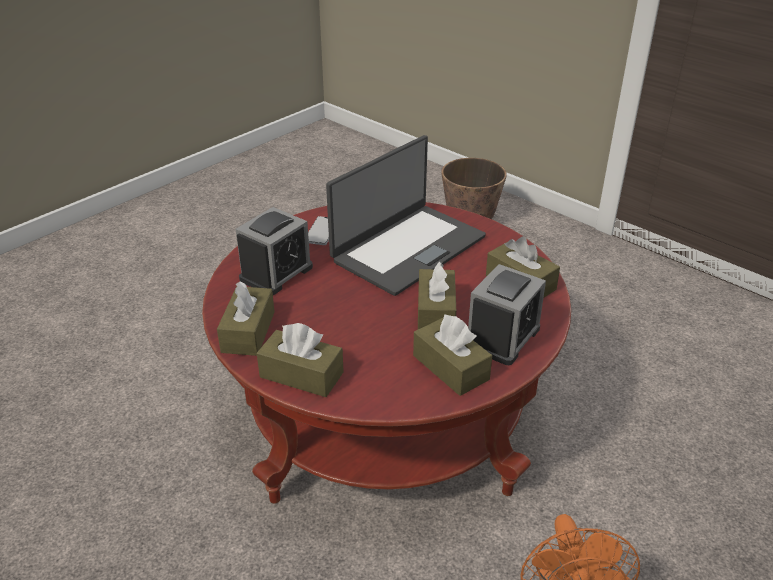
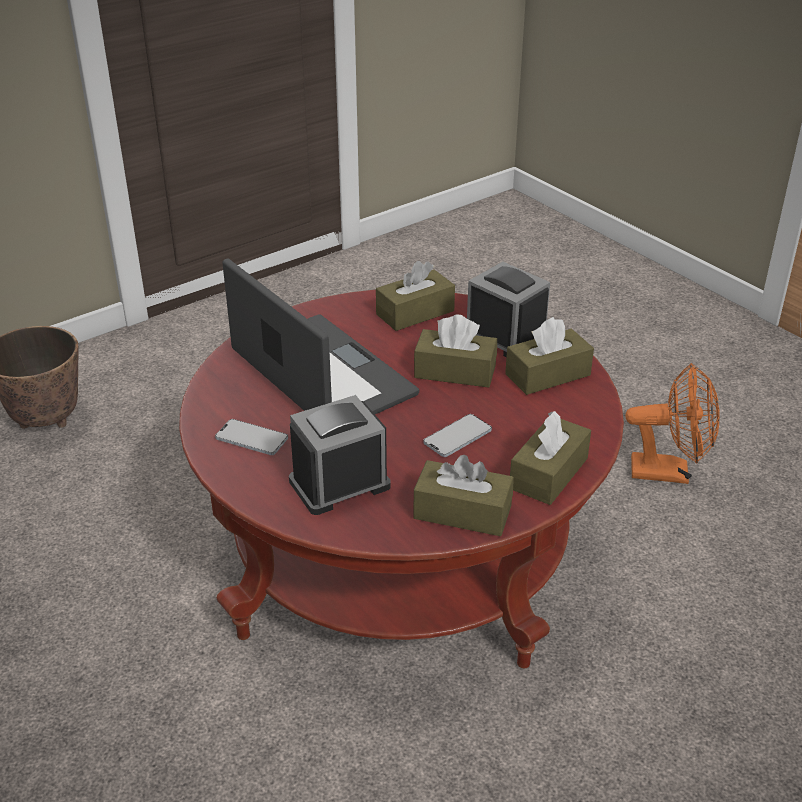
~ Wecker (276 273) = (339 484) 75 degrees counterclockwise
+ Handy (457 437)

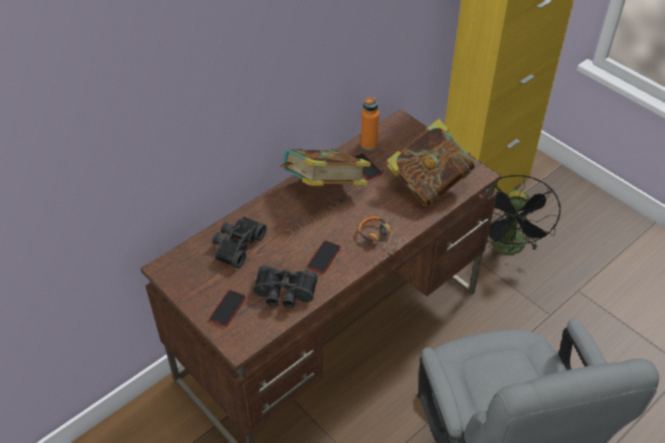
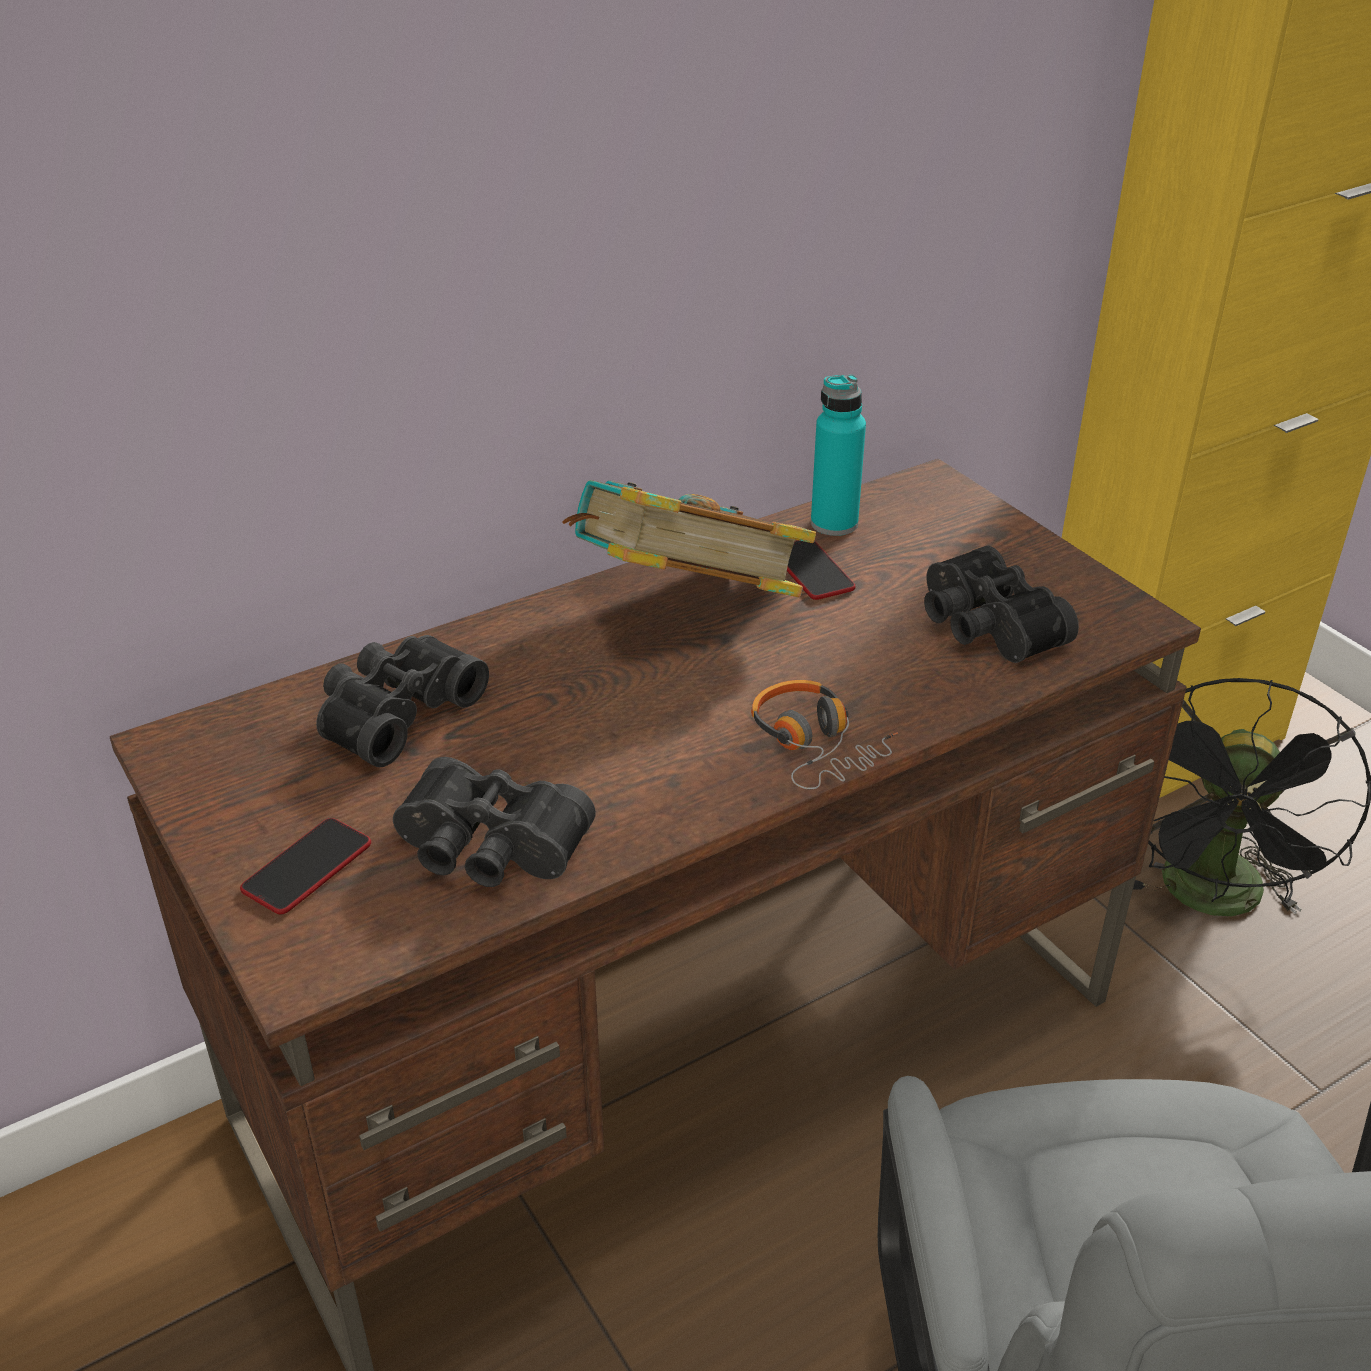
~ Flasche [orange] (369 144) to Flasche [türkis] (834 523)
~ Buch (428 184) to Fernglas [schwarz] (984 626)
- Handy (324 257)

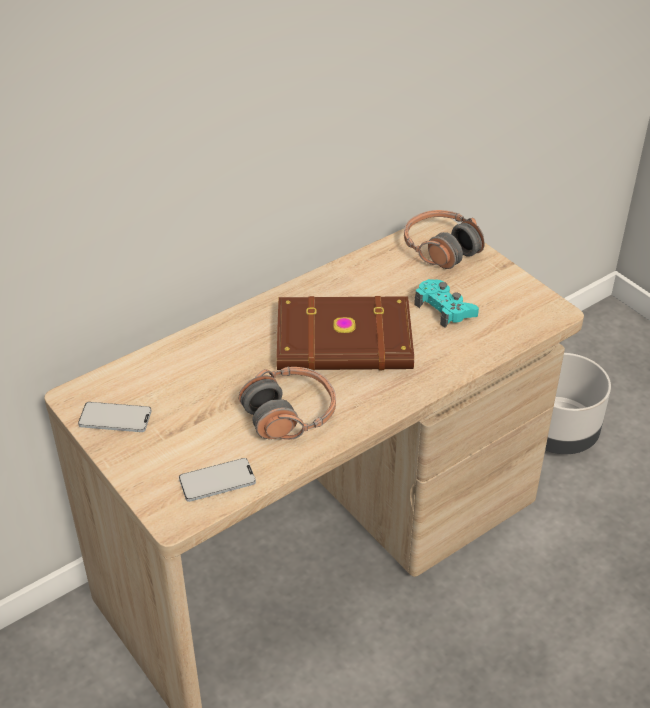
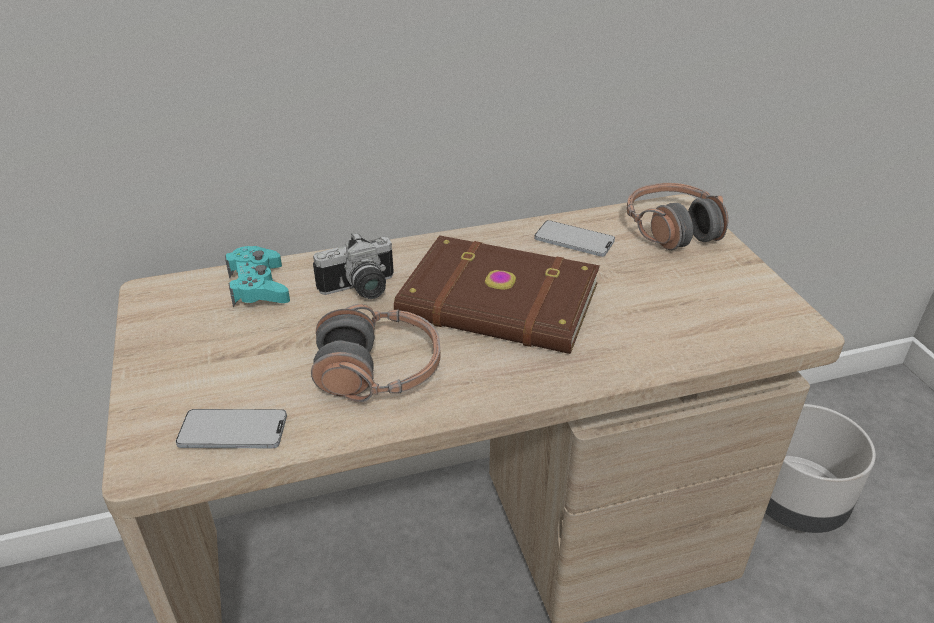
~ Gamepad [türkis] (445 309) to (258 286)
~ Handy (115 418) to (574 240)
+ Kamera (361 290)

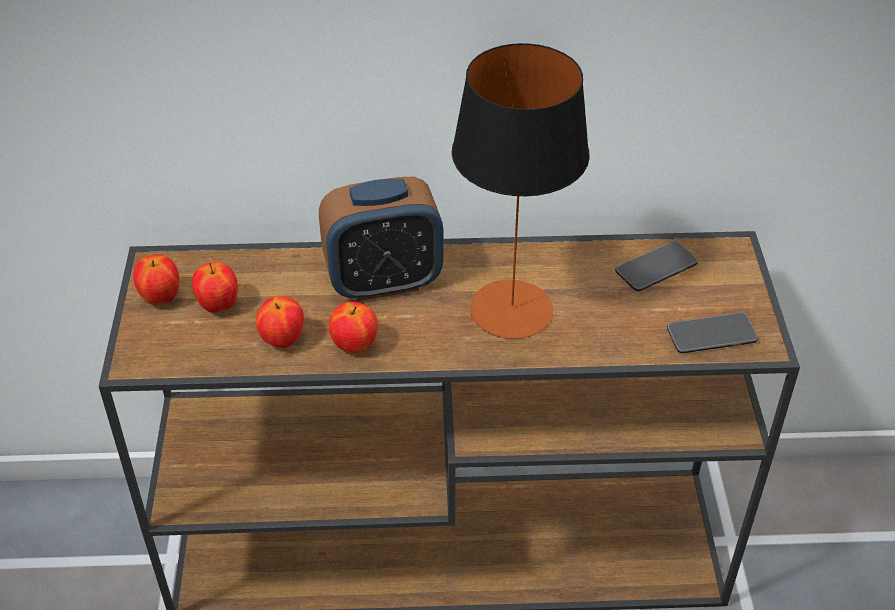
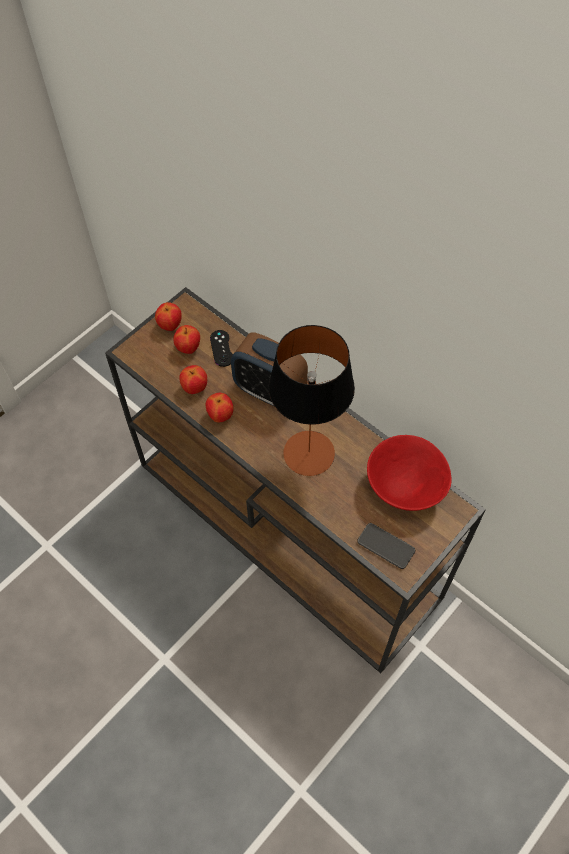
~ Handy (656 267) to Schüssel [rot] (405 487)
+ Gamepad [schwarz] (221 348)

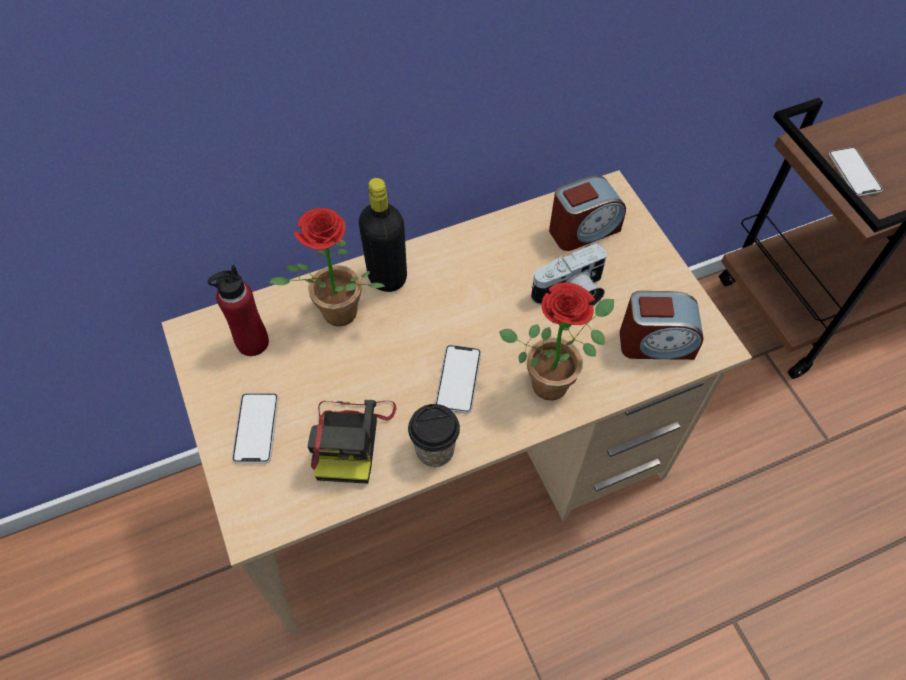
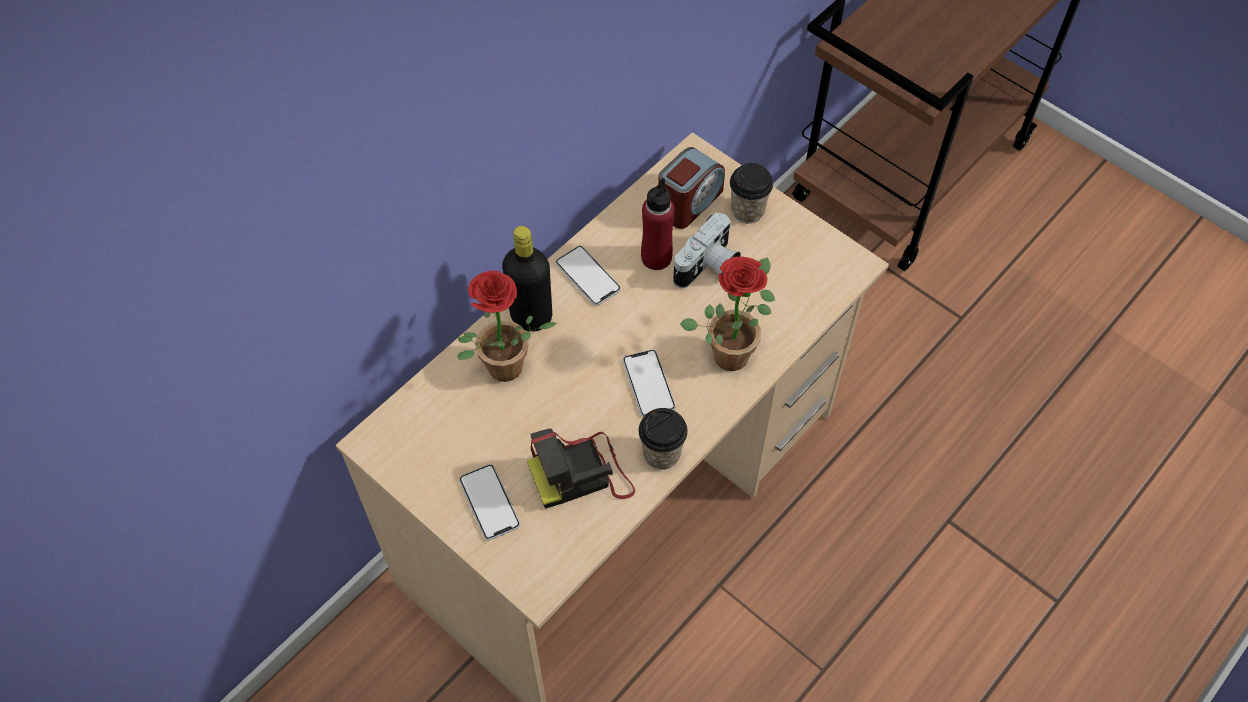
~ Handy (854 172) to (588 276)
~ Flasche [rot] (252 342) to (656 257)
- Wecker (656 343)
~ Kamera (351 438) = (581 474) 90 degrees clockwise
+ Tasse (747 211)

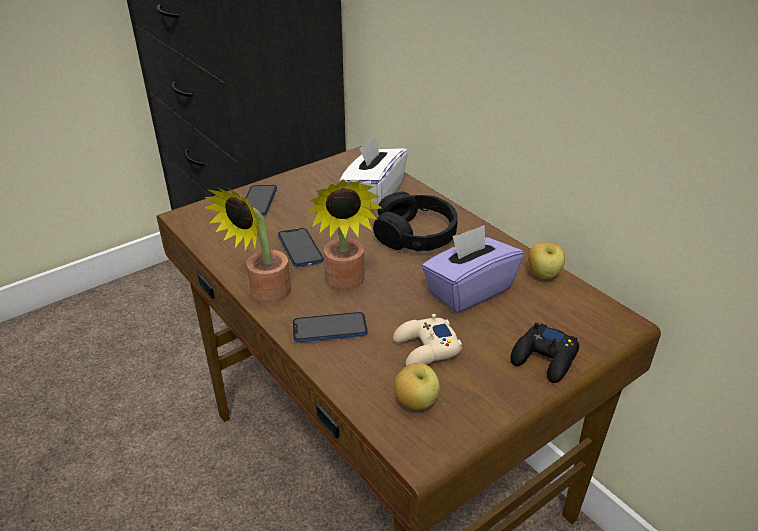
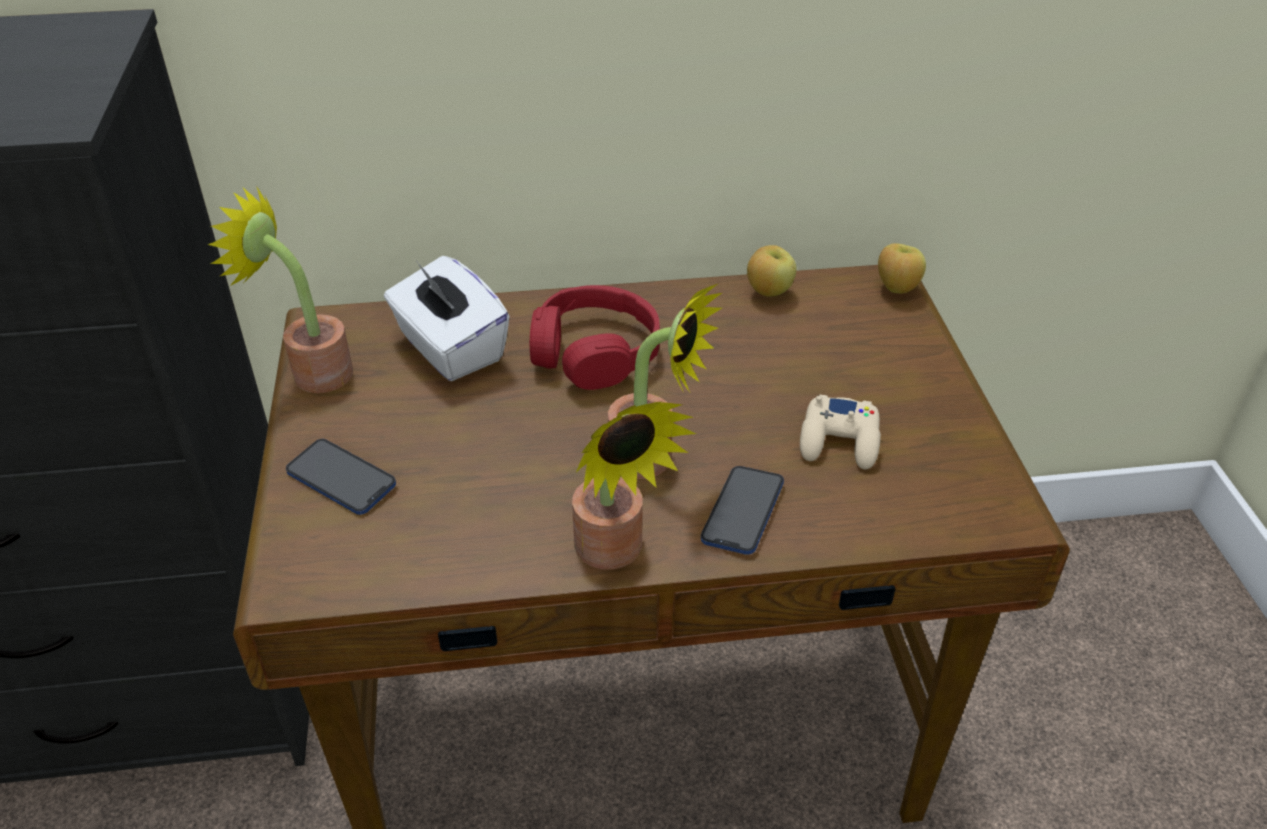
~ Kopfhörer [schwarz] (415 234) to Kopfhörer [rot] (594 353)
- Taschentuchbox [lila] (468 290)
- Handy (300 249)
- Gamepad [schwarz] (544 359)
~ Apfel (416 402) to (896 289)
+ Topfpflanze (312 371)

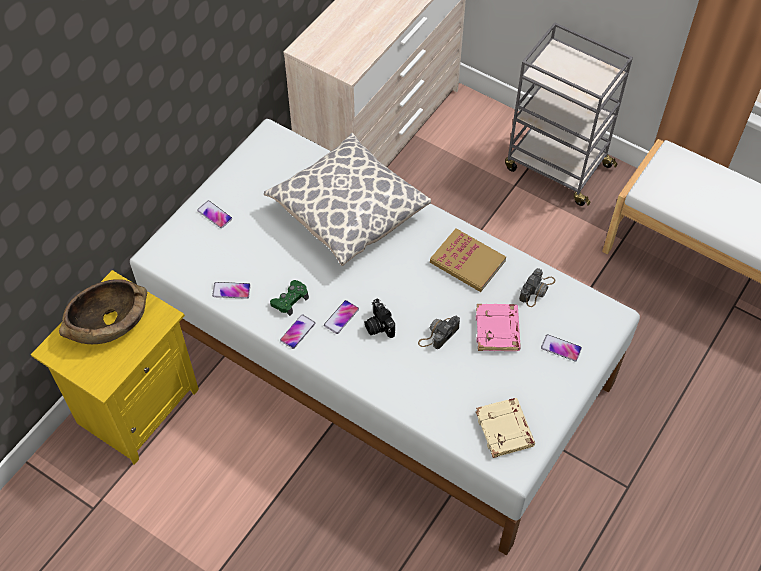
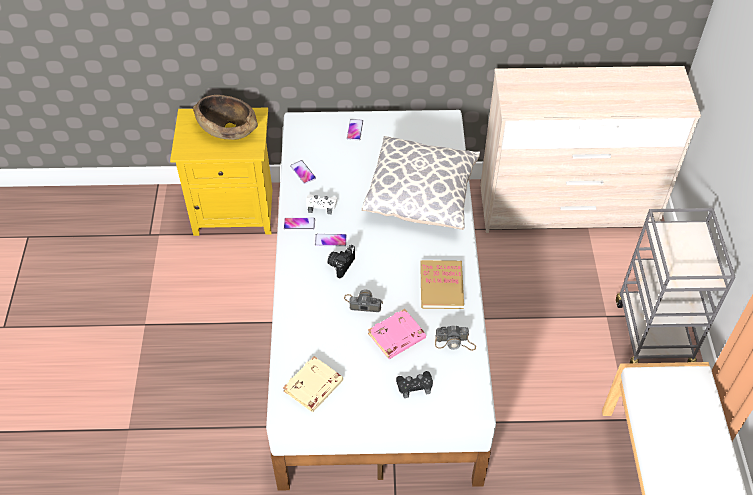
~ Gamepad [grün] (290 300) to Gamepad [weiß] (321 206)
~ Handy (561 348) to Gamepad [schwarz] (414 386)

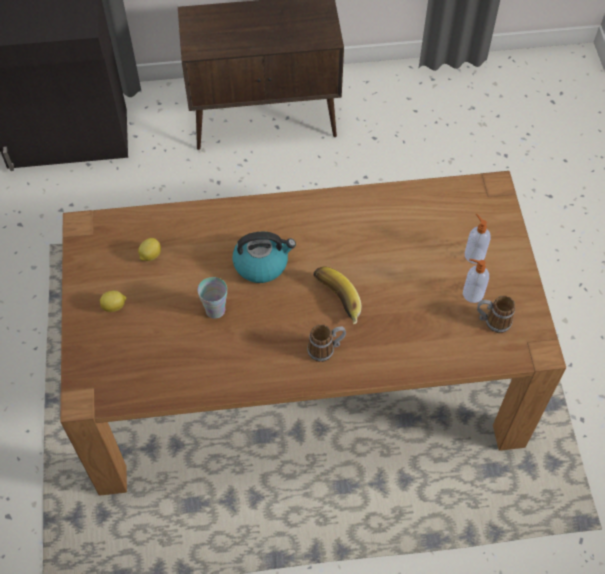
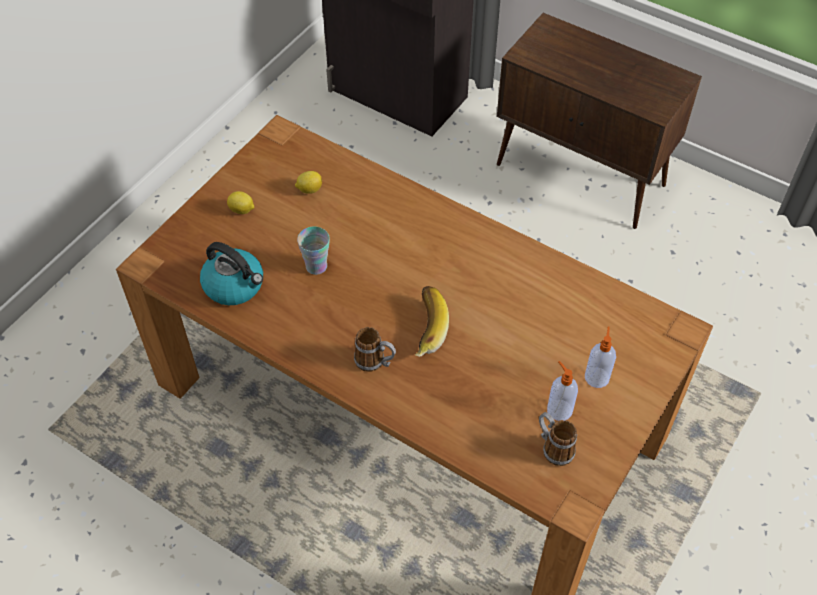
~ Wasserkessel (262 263) to (235 285)

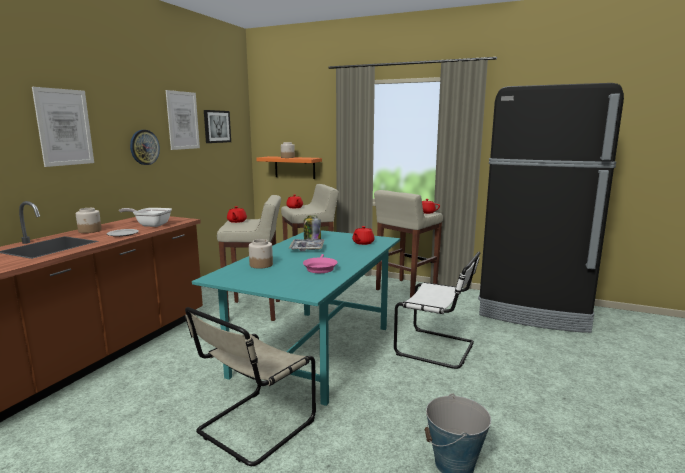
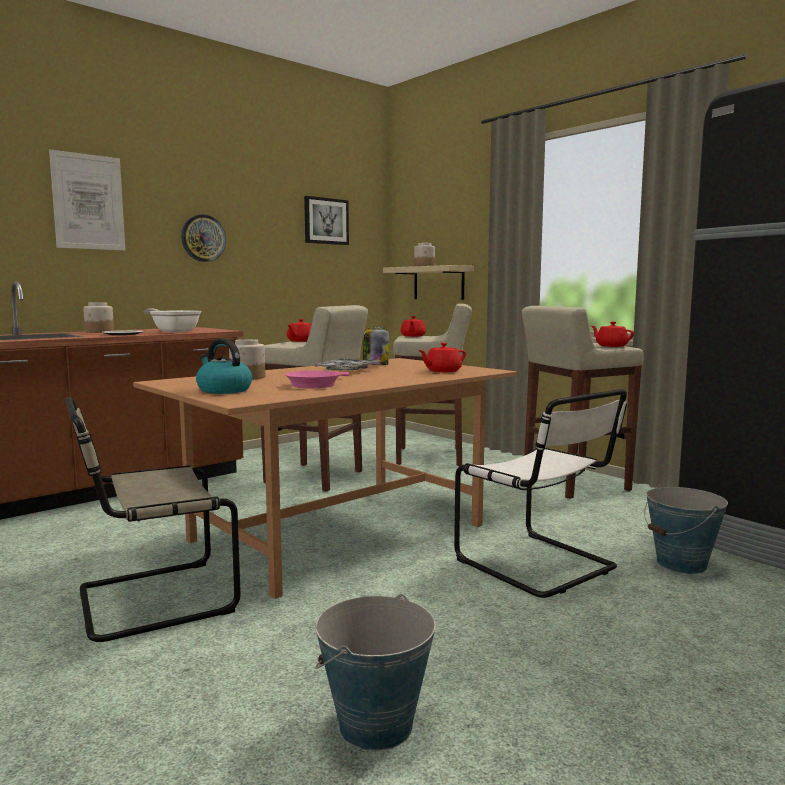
- Bild (183 120)
~ Wandregal [orange] (294 167) to Wandregal [beige] (438 283)
~ Esstisch [türkis] (314 351) to Esstisch [braun] (338 533)
+ Wasserkessel (223 390)
+ Eimer (681 564)

